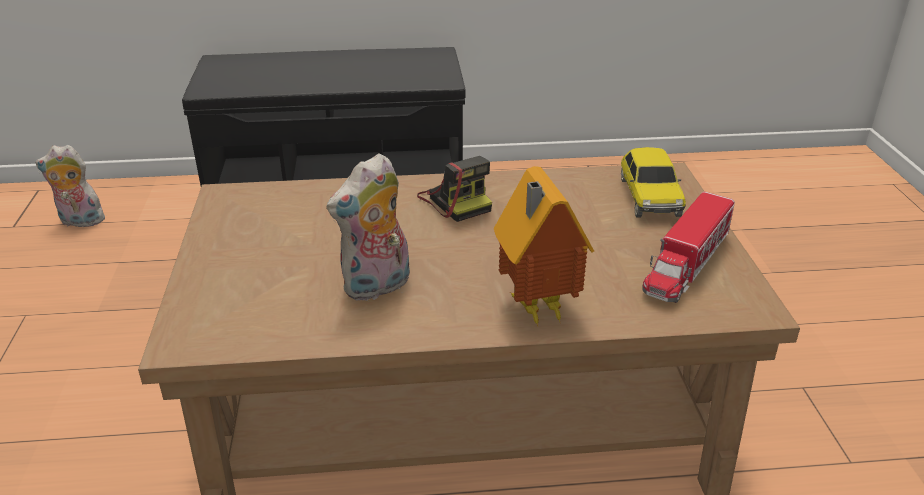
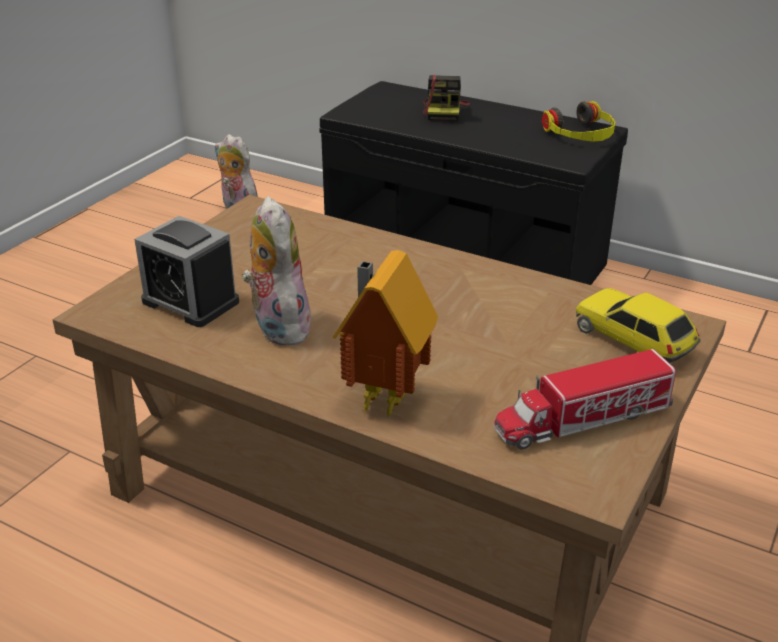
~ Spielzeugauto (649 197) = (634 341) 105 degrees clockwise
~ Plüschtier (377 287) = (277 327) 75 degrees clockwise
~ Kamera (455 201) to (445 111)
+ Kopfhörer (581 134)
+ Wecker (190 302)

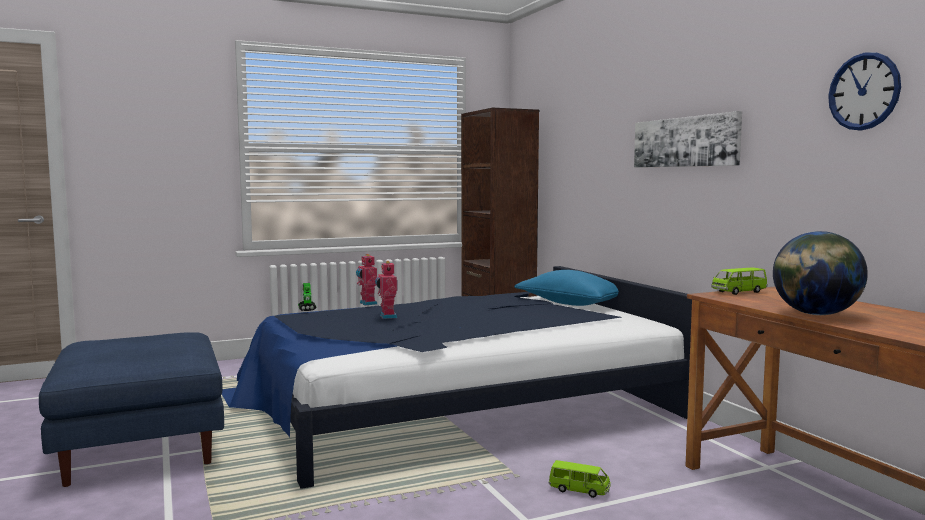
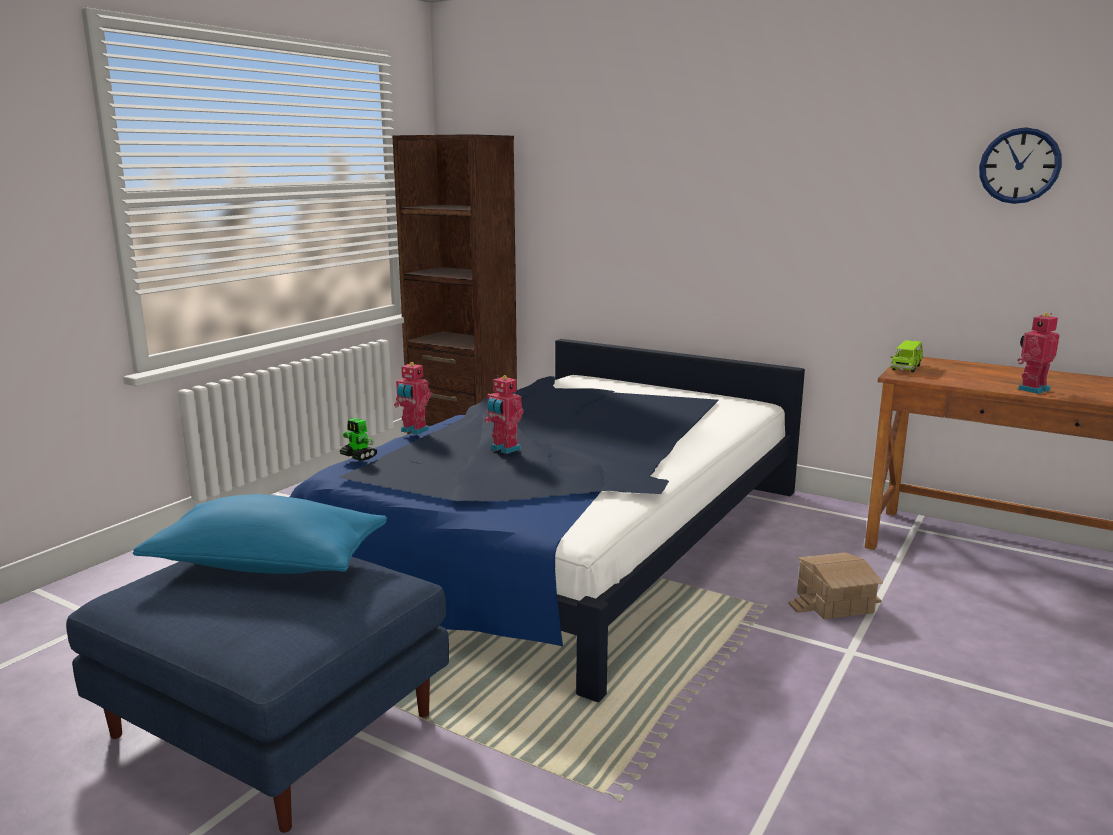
- Bild (685 142)
~ Globus (816 314) to Spielzeugroboter (1031 389)
~ Kissen [blau] (570 303) to (268 564)
~ Spielzeugauto [grün] (579 490) to Spielzeughaus (834 602)

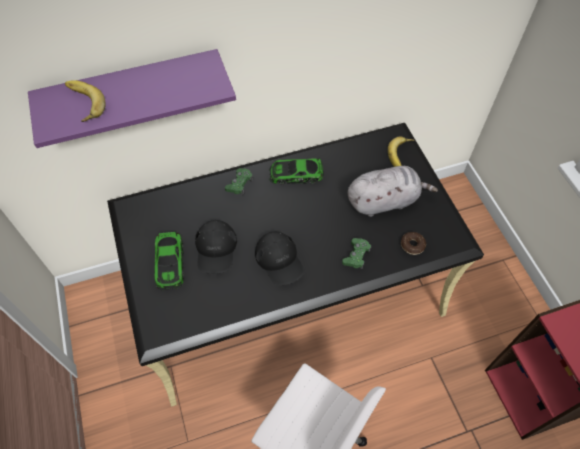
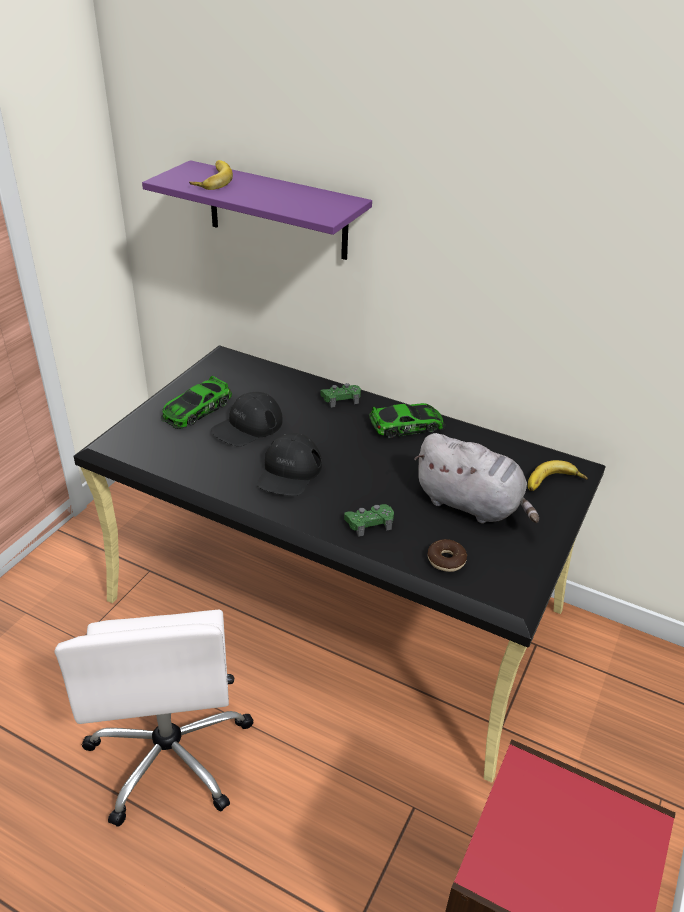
~ Spielzeugauto (295 174) = (407 425) 120 degrees clockwise

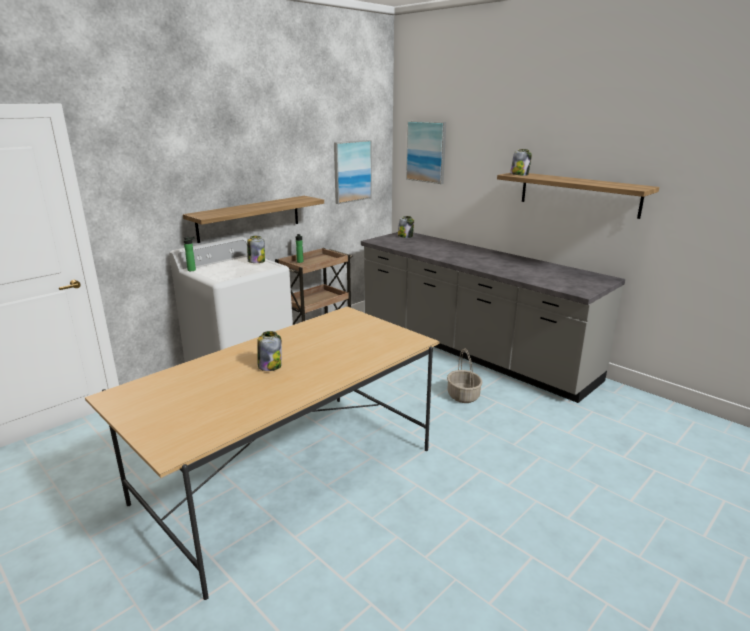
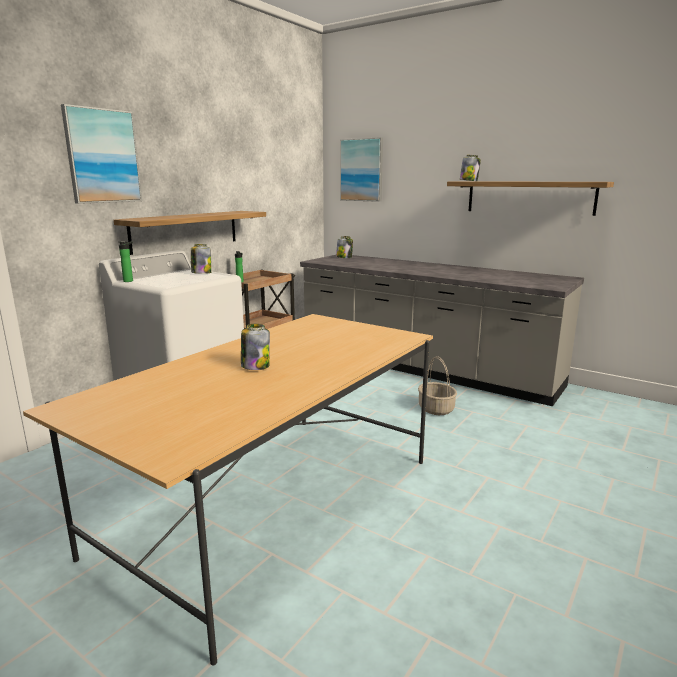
~ Bild (352 171) to (102 156)

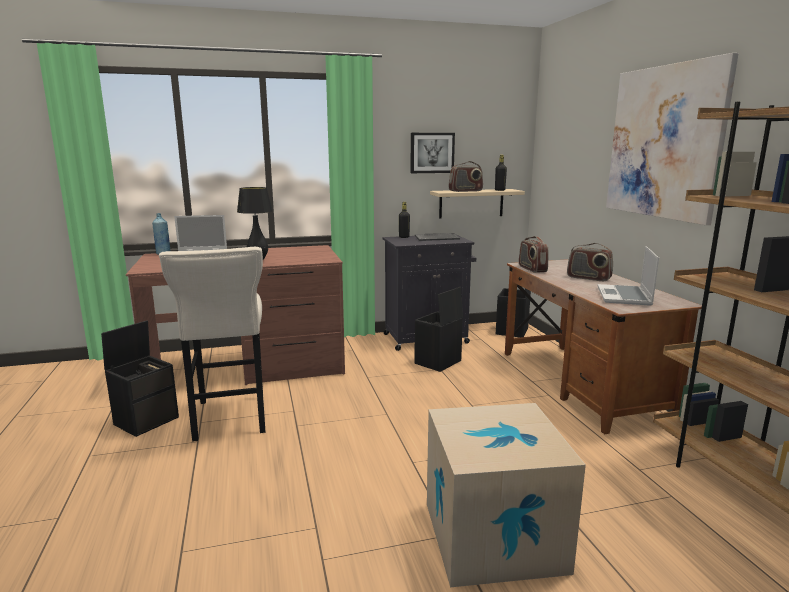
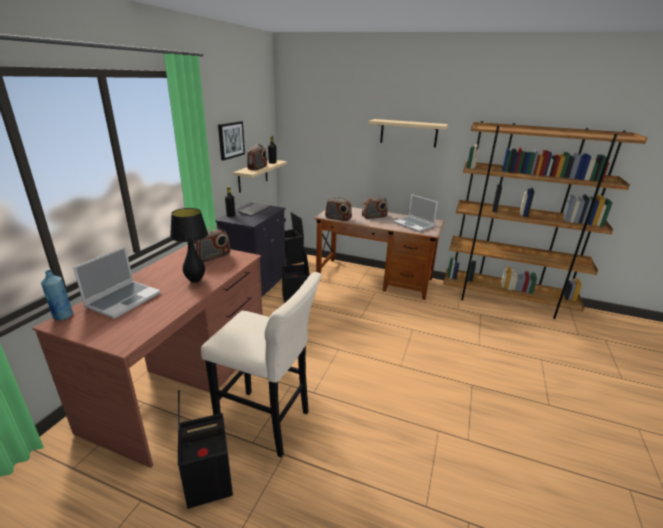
~ Bild (664 142) to Wandregal [beige] (408 133)
- Karton (493 536)
+ Radio (212 257)

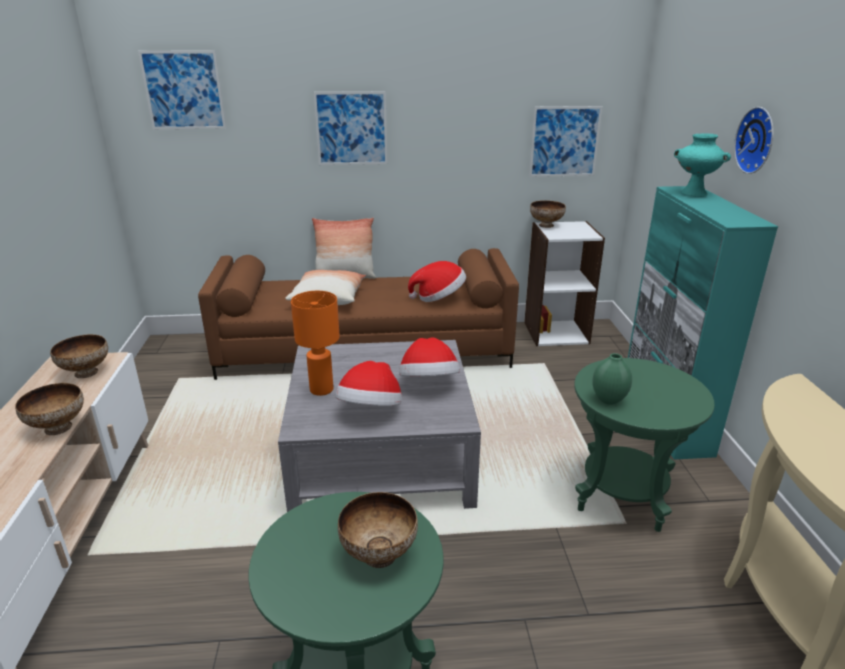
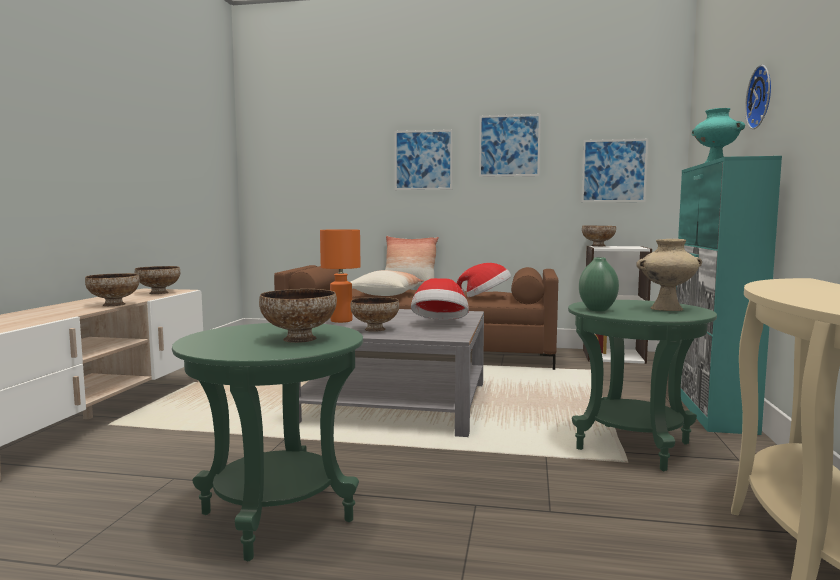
~ Bild (183 90) to (509 145)
~ Hut (371 410) to Schüssel (375 329)
+ Vase [beige] (666 309)

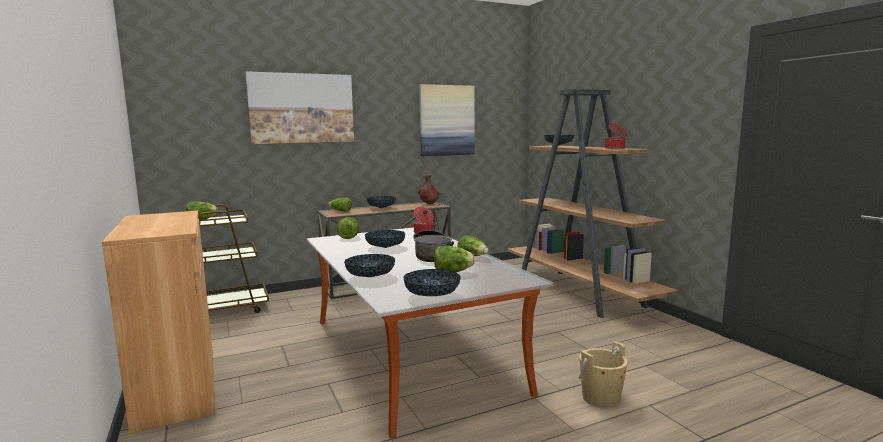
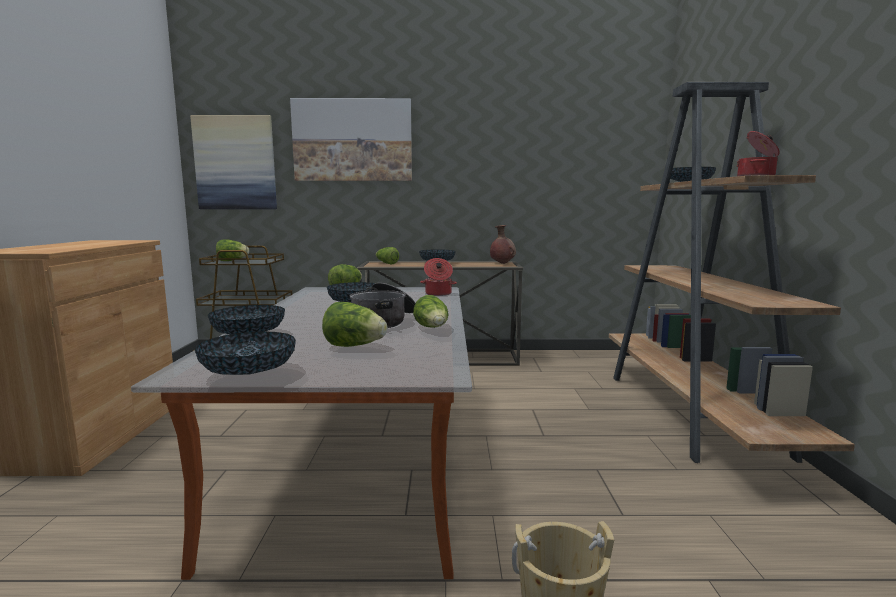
~ Bild (446 120) to (235 163)

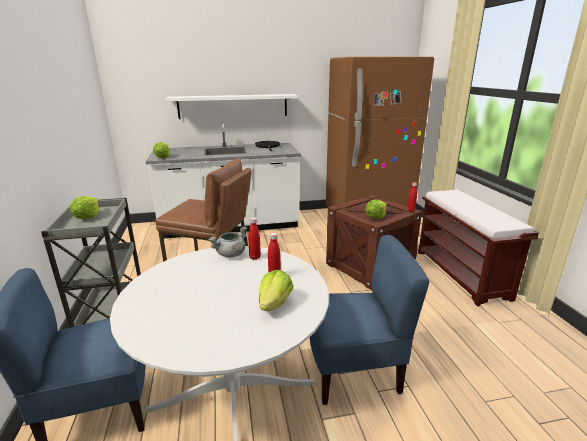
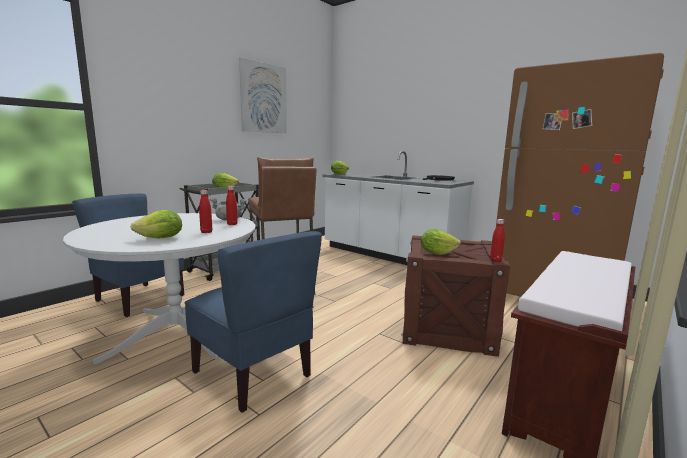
- Wandregal [weiß] (233 106)
+ Bild (264 98)

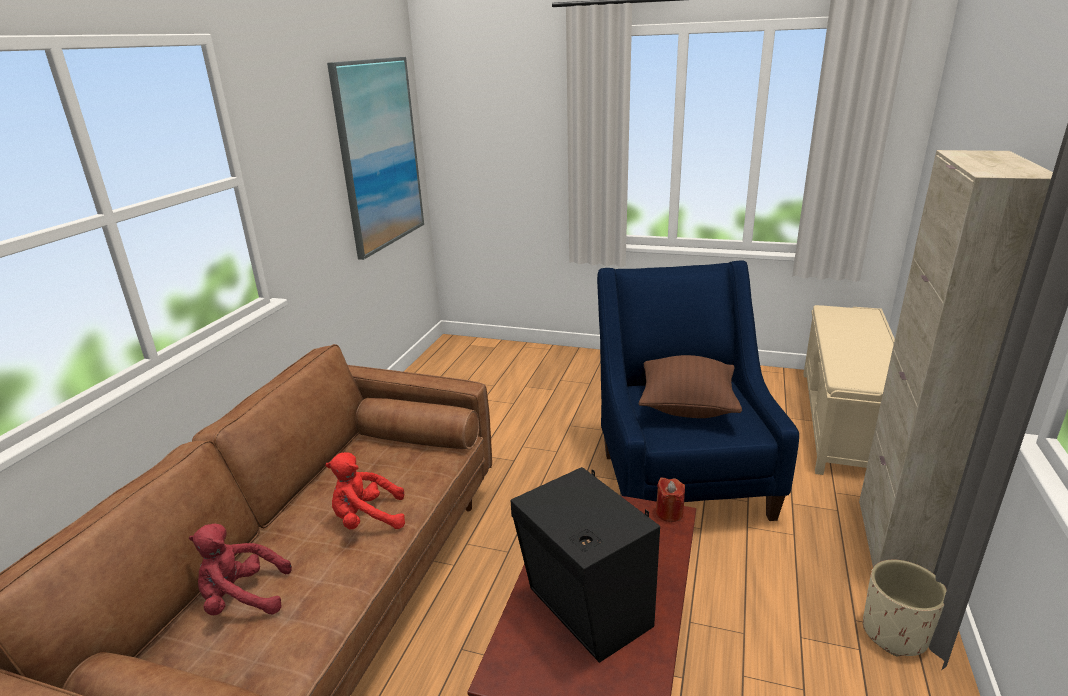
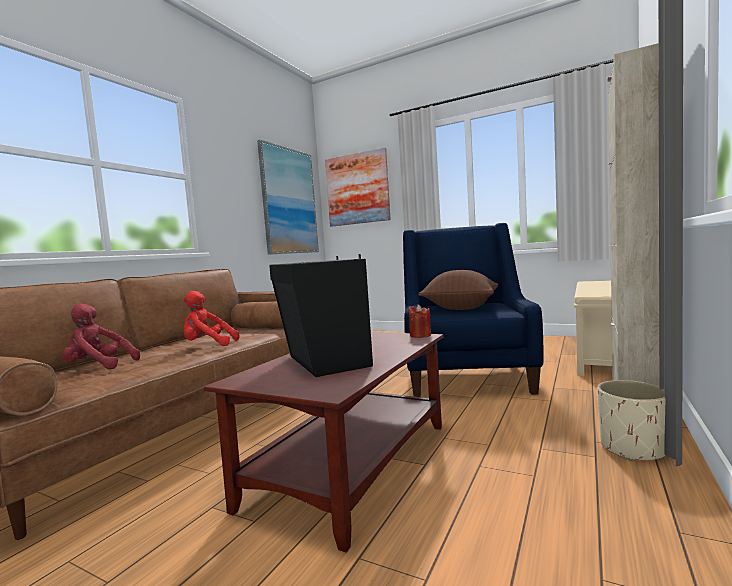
+ Bild (357 189)

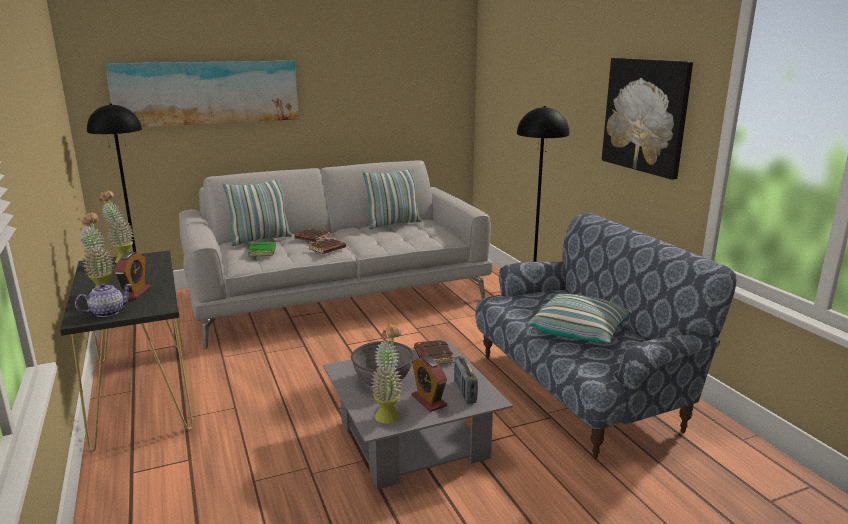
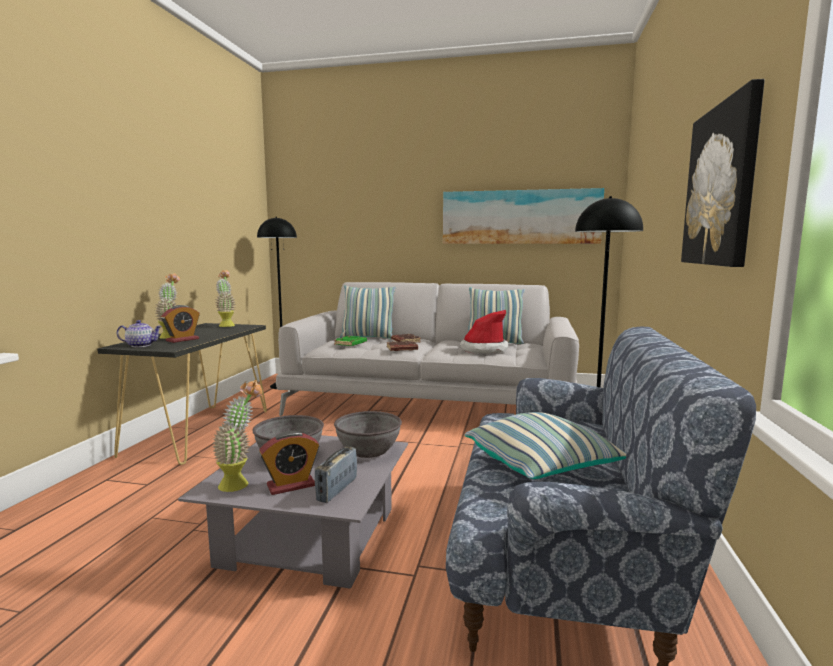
~ Bild (207 92) to (520 217)
~ Buch [braun] (433 356) to Schüssel [grau] (368 450)
~ Wecker (429 401) = (291 485) 120 degrees counterclockwise
+ Hut (483 349)

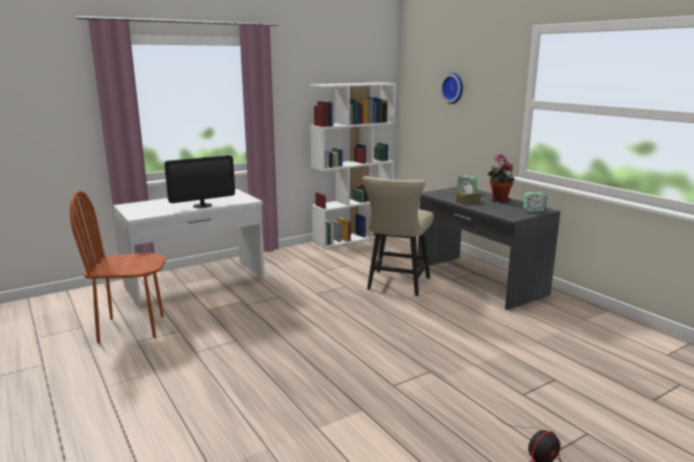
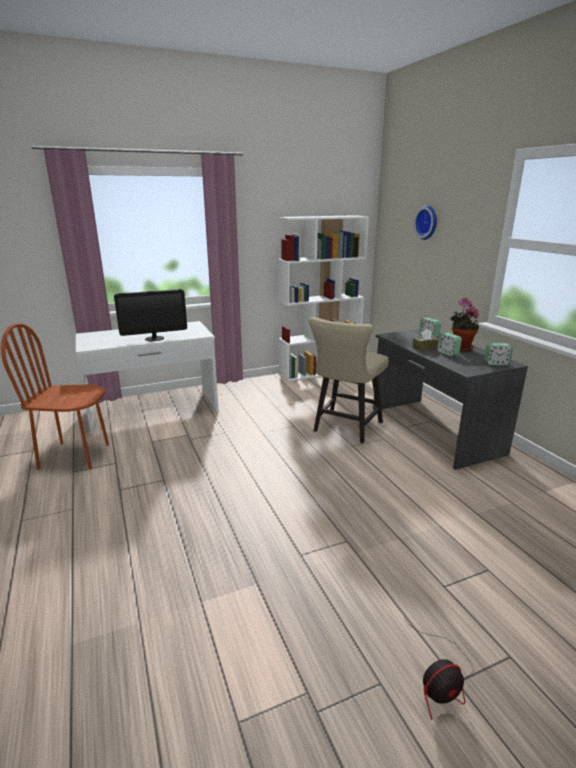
+ Wecker (448 353)

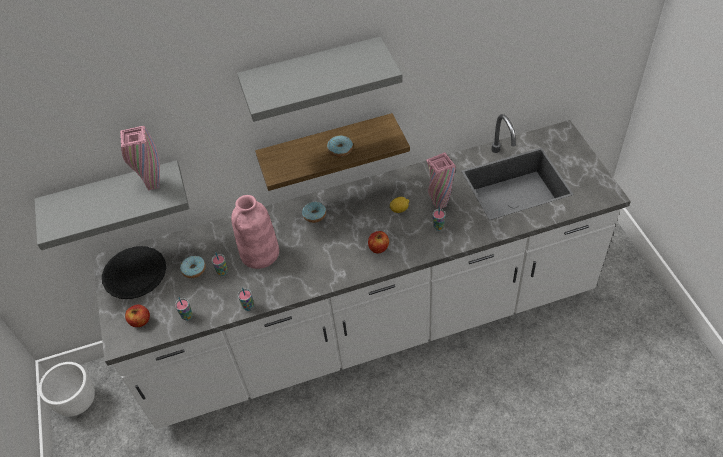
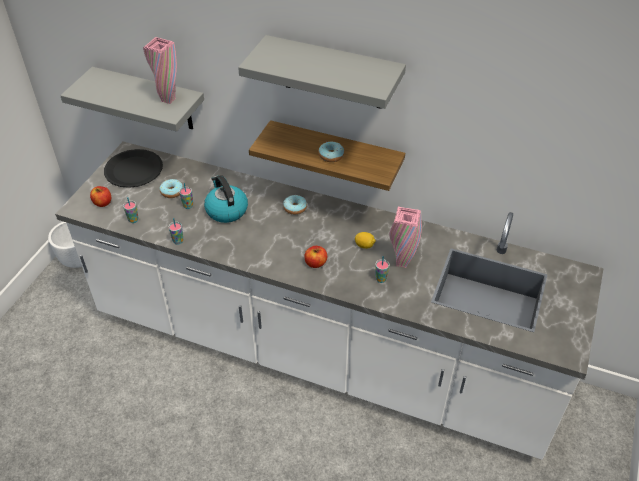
~ Vase [rosa] (260 254) to Wasserkessel (226 210)

